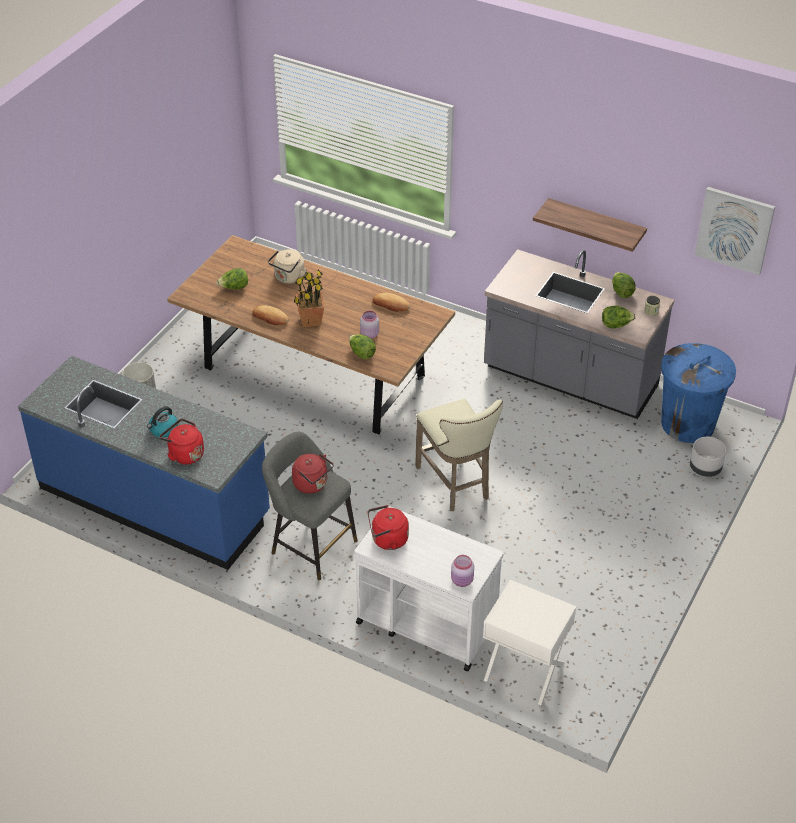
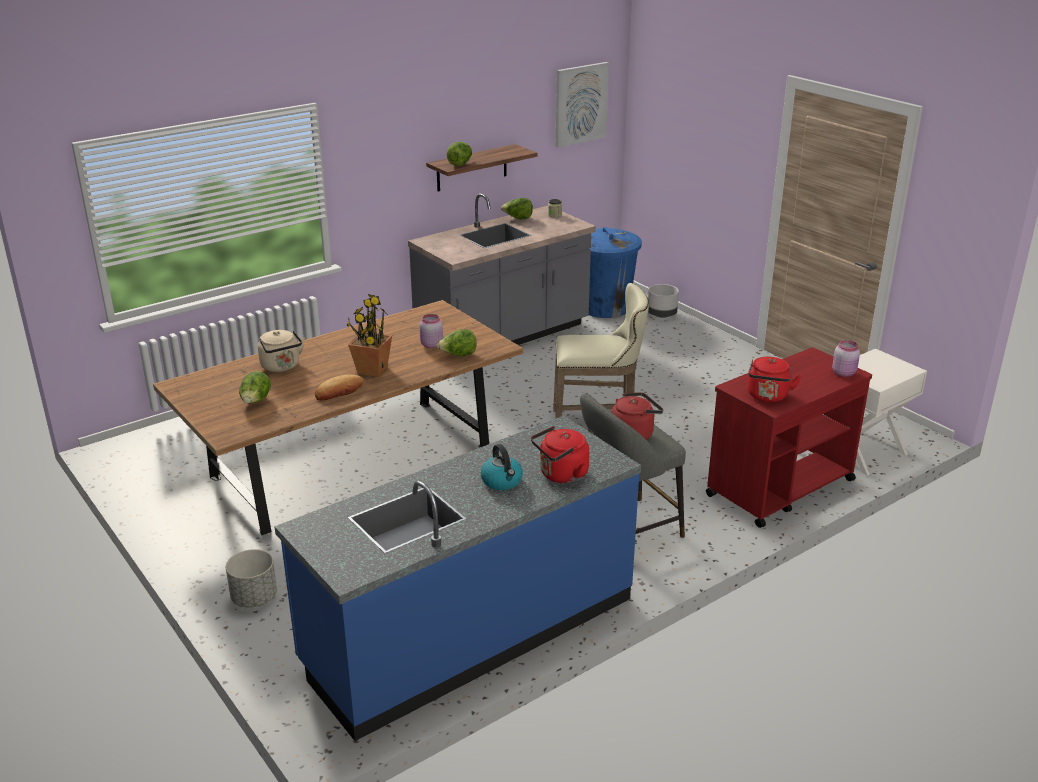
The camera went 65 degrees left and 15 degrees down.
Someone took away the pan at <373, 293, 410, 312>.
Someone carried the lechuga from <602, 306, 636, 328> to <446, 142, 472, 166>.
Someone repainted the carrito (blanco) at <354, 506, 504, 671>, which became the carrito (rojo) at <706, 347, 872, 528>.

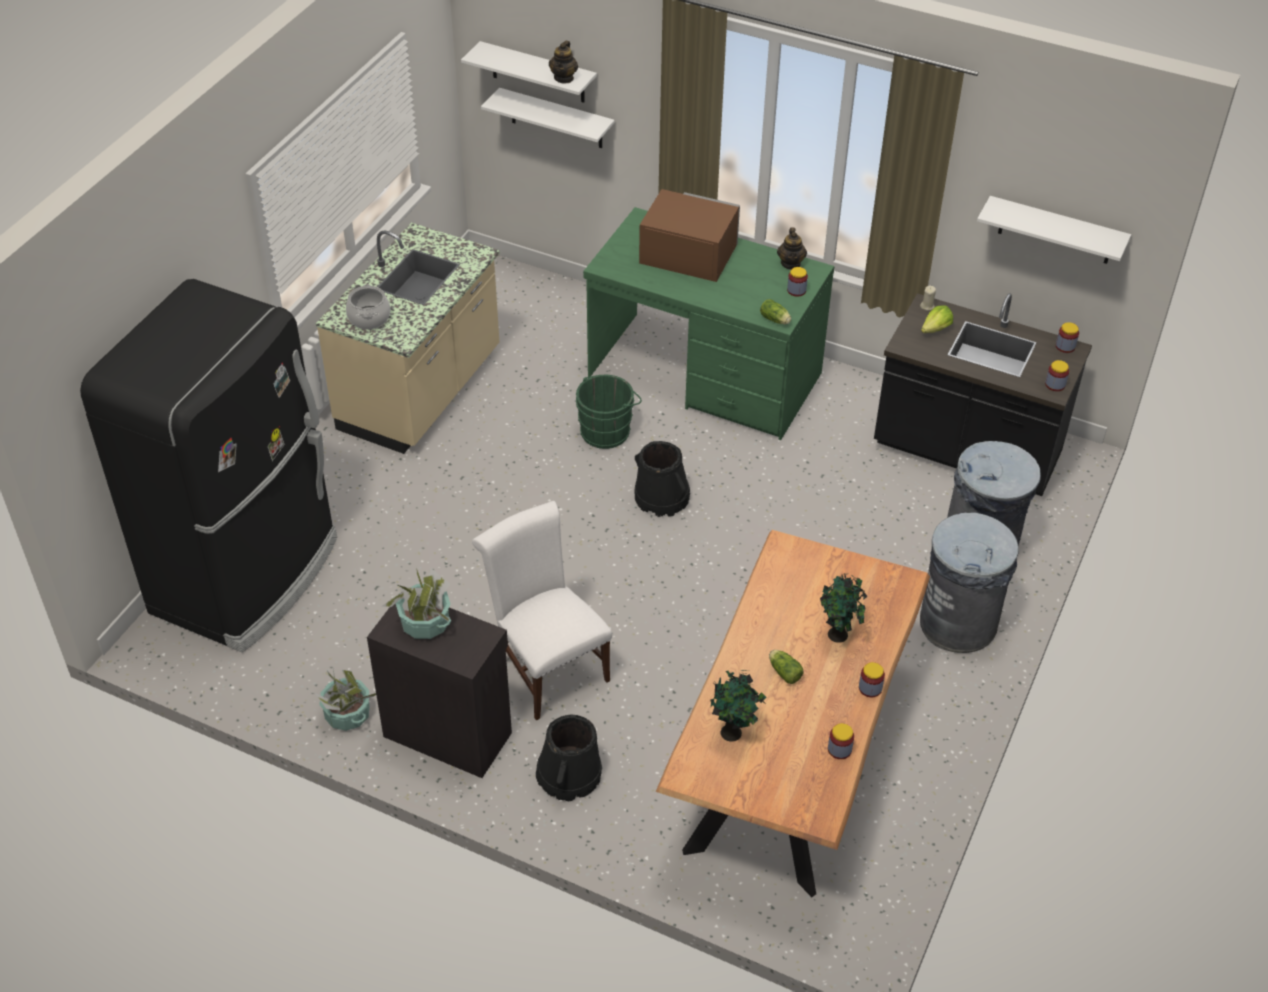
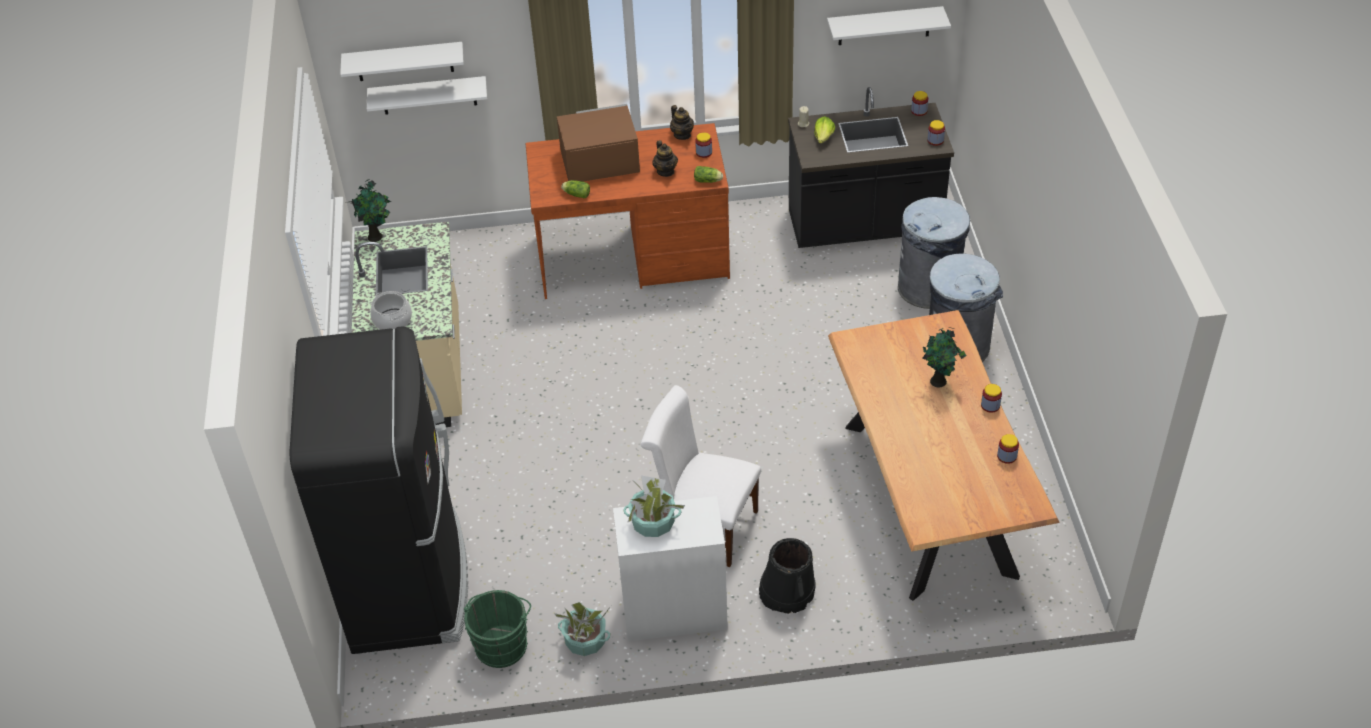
The camera went 30 degrees left and 0 degrees up.
Someone took away the cubo (negro) at <634, 441, 690, 517>.
Someone carried the tetera from <549, 41, 578, 84> to <652, 140, 678, 177>.
Someone carried the cubo (verde) from <576, 375, 642, 449> to <464, 590, 531, 668>.
Someone carried the planta en maceta from <710, 670, 767, 742> to <349, 179, 392, 242>.
Someone carried the lechuga from <769, 650, 804, 684> to <561, 180, 590, 198>.
Someone repainted the armario (negro) at <367, 603, 512, 778>, which became the armario (blanco) at <613, 496, 728, 641>.
Someone repainted the escritorio (verde) at <583, 207, 834, 440>, which became the escritorio (marrón) at <525, 123, 730, 299>.

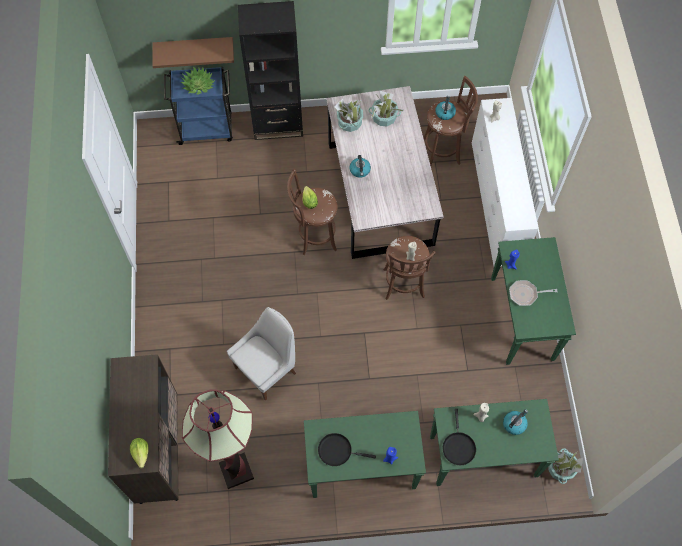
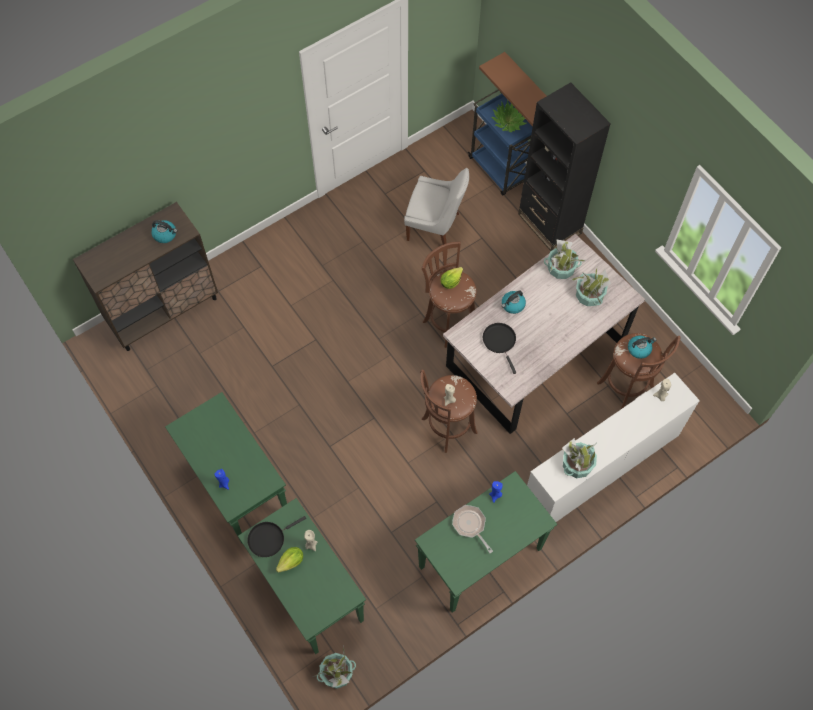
The camera went 60 degrees right and 0 degrees up.
Someone took away the lámpara de pie at <182, 389, 254, 489>.
Someone put down the planta en maceta at <562, 438, 598, 478>.
Someone carried the lechuga from <130, 438, 148, 468> to <276, 547, 303, 573>.
Someone carried the silla (blanco) from <227, 307, 296, 401> to <404, 168, 469, 245>.
Someone carried the sartén (negro) from <318, 433, 376, 466> to <483, 323, 516, 374>.
Someone carried the hervidor from <503, 409, 528, 435> to <151, 220, 177, 243>.

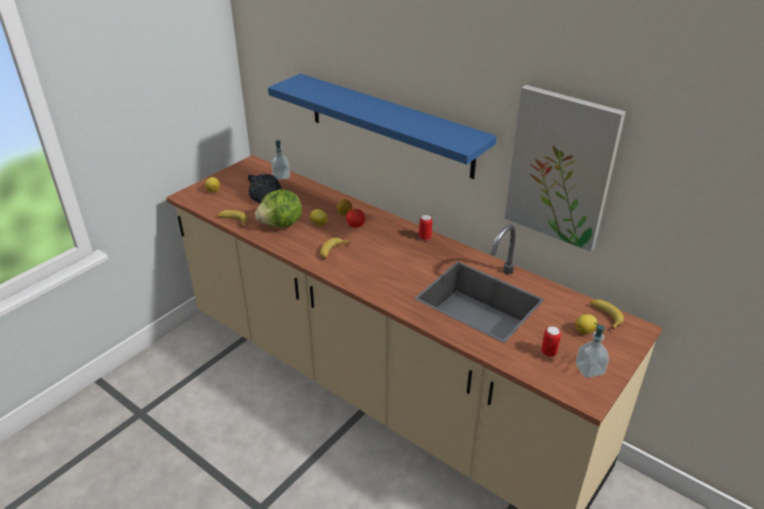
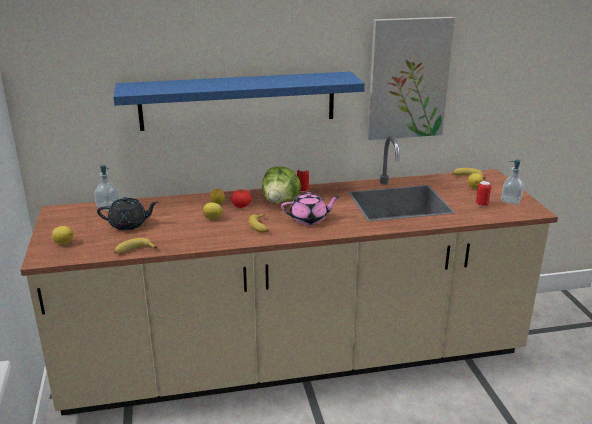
The camera went 50 degrees left and 10 degrees down.
Someone put down the tetera (rosa) at <281, 192, 340, 225>.
Someone carried the lechuga from <255, 189, 302, 228> to <262, 166, 301, 204>.

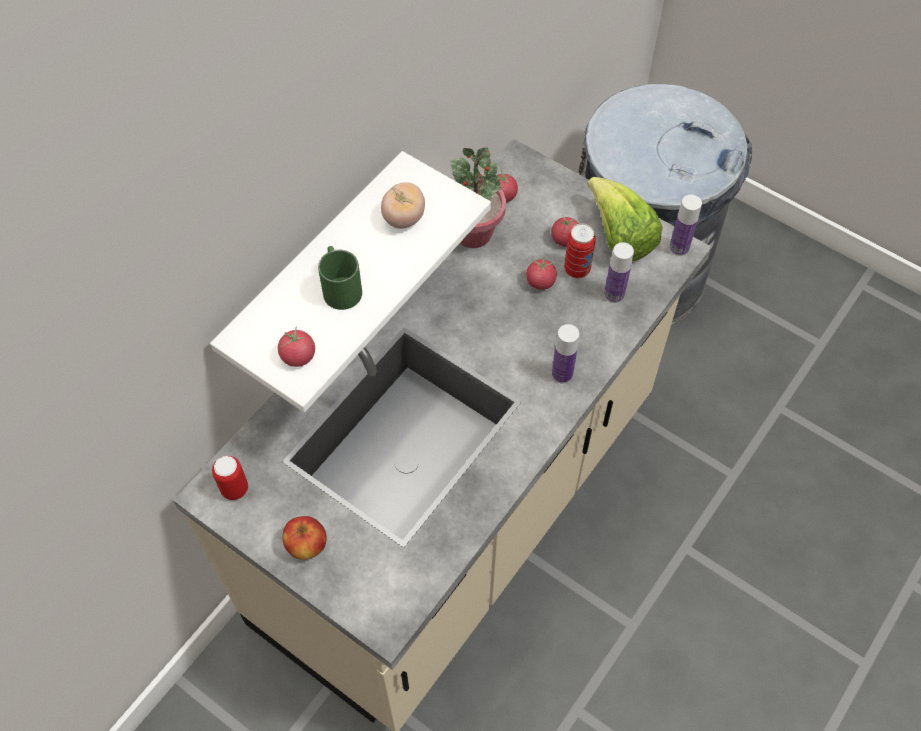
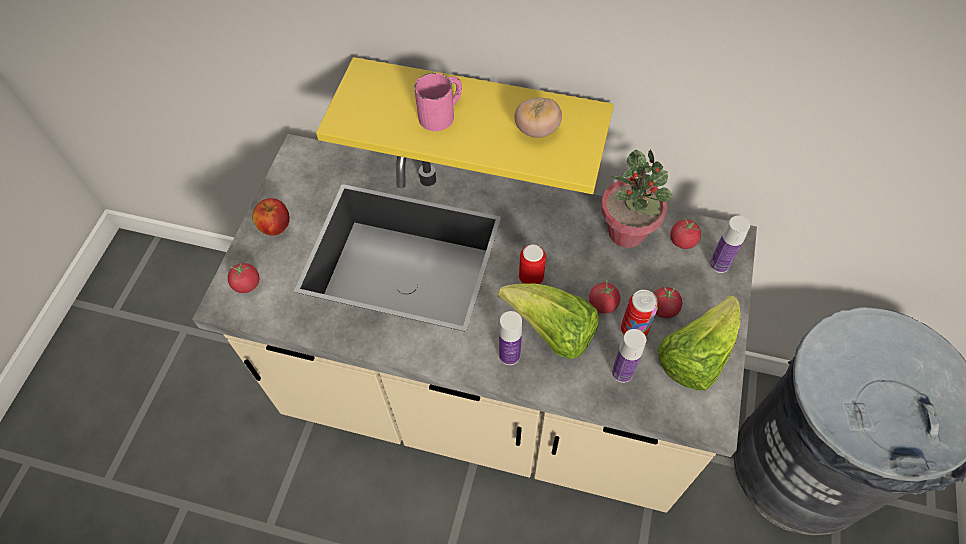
The camera went 70 degrees right and 0 degrees up.
Someone put down the lechuga at <498, 283, 599, 359>.
Someone carried the lata from <212, 456, 248, 500> to <519, 244, 546, 284>.
Someone carried the tomate from <278, 326, 315, 367> to <228, 261, 259, 293>.
Someone carried the botella from <669, 195, 702, 256> to <710, 216, 750, 273>.
Someone repainted the estante (blanco) at <210, 151, 491, 412>, which became the estante (amarillo) at <316, 57, 614, 194>.
Someone repainted the taza grande (verde) at <318, 246, 362, 310>, which became the taza grande (rosa) at <414, 73, 462, 131>.

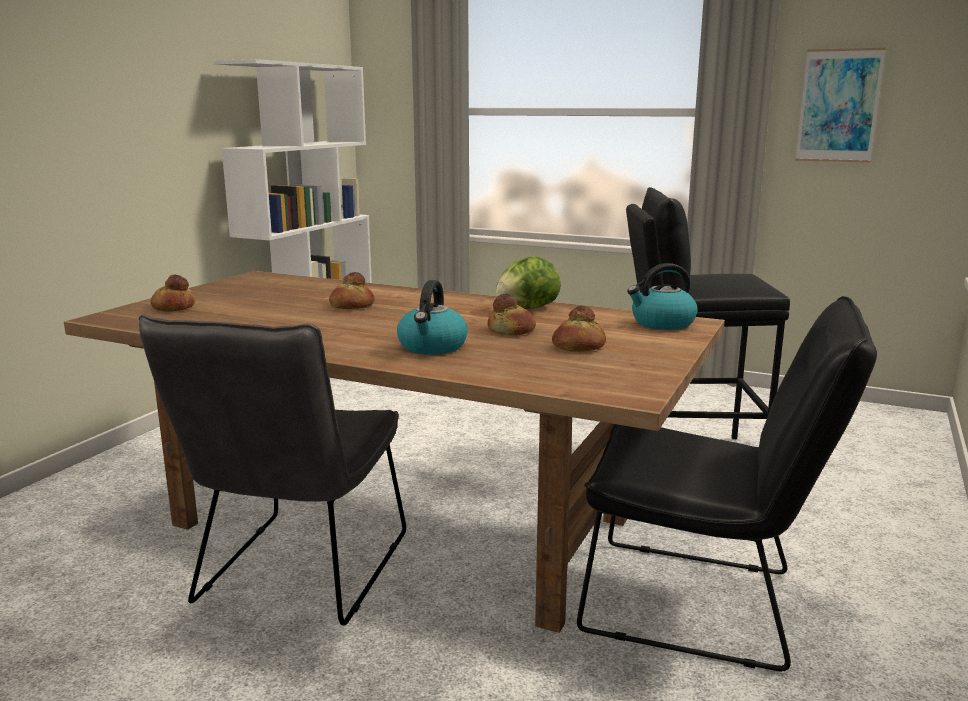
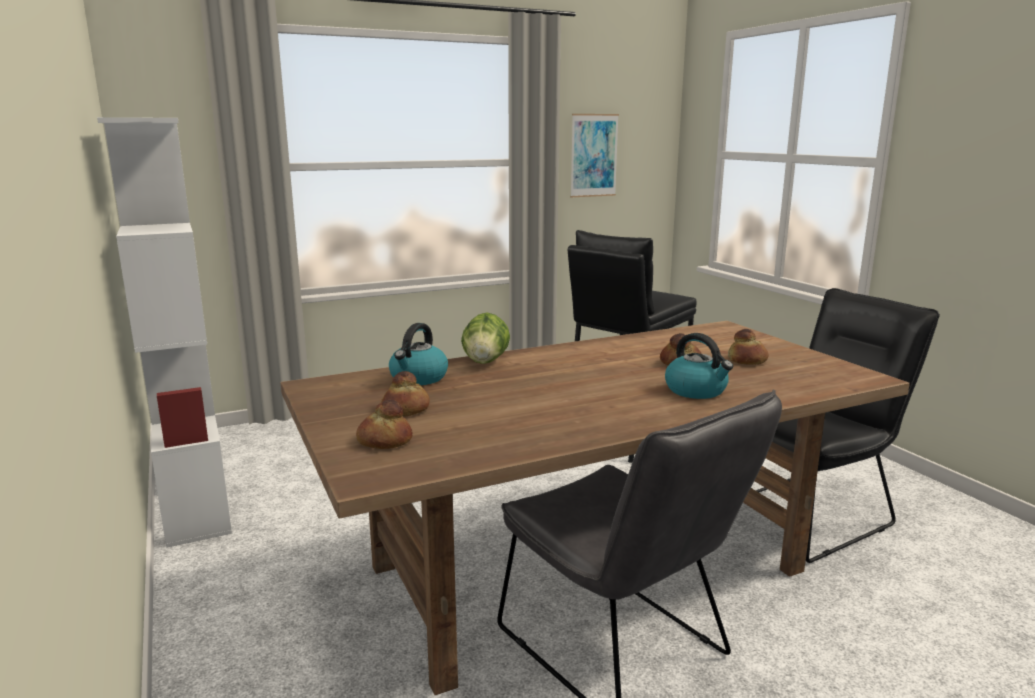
The camera went 50 degrees left and 0 degrees up.
Someone carried the pan from <329, 272, 375, 309> to <381, 371, 430, 416>.
Someone carried the lechuga from <496, 256, 561, 309> to <461, 313, 510, 364>.
Someone carried the hervidor from <627, 263, 698, 330> to <389, 323, 448, 385>.

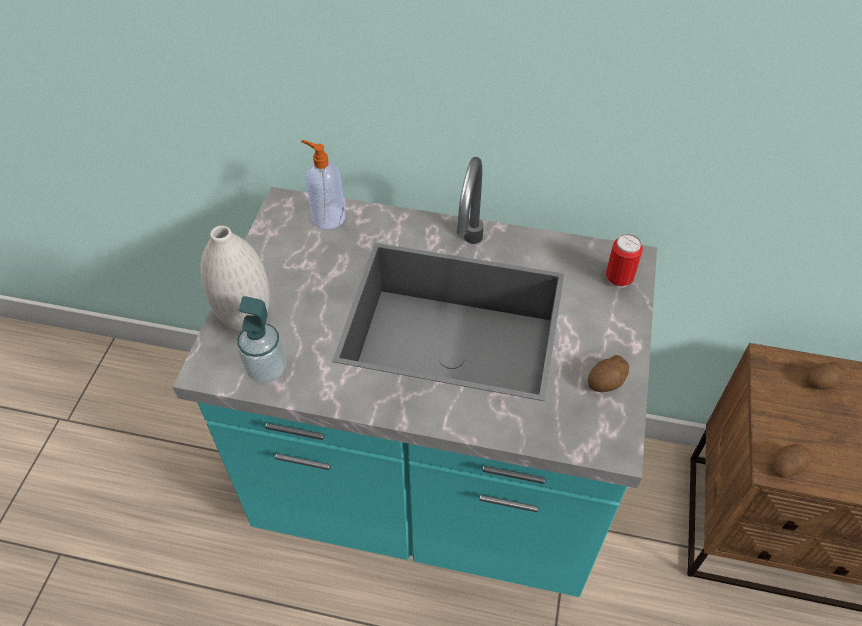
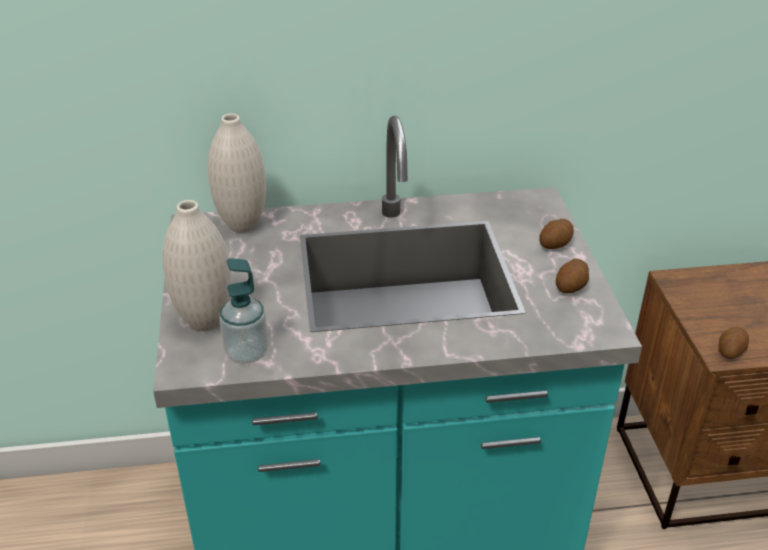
The camera went 20 degrees left and 15 degrees down.
Someone took away the lata at <606, 234, 643, 288>.
Someone carried the patata from <807, 362, 845, 390> to <539, 219, 574, 249>.
Someone swapped the dispensador de jabón at <301, 140, 345, 229> for the florero (blanco) at <208, 113, 266, 233>.

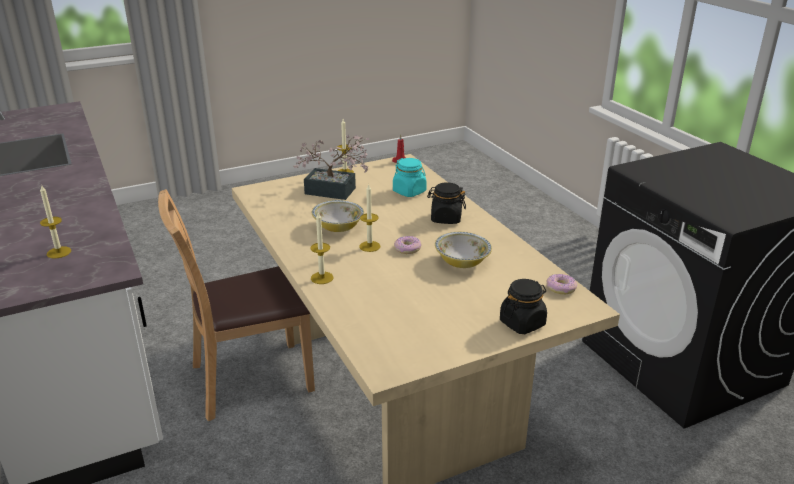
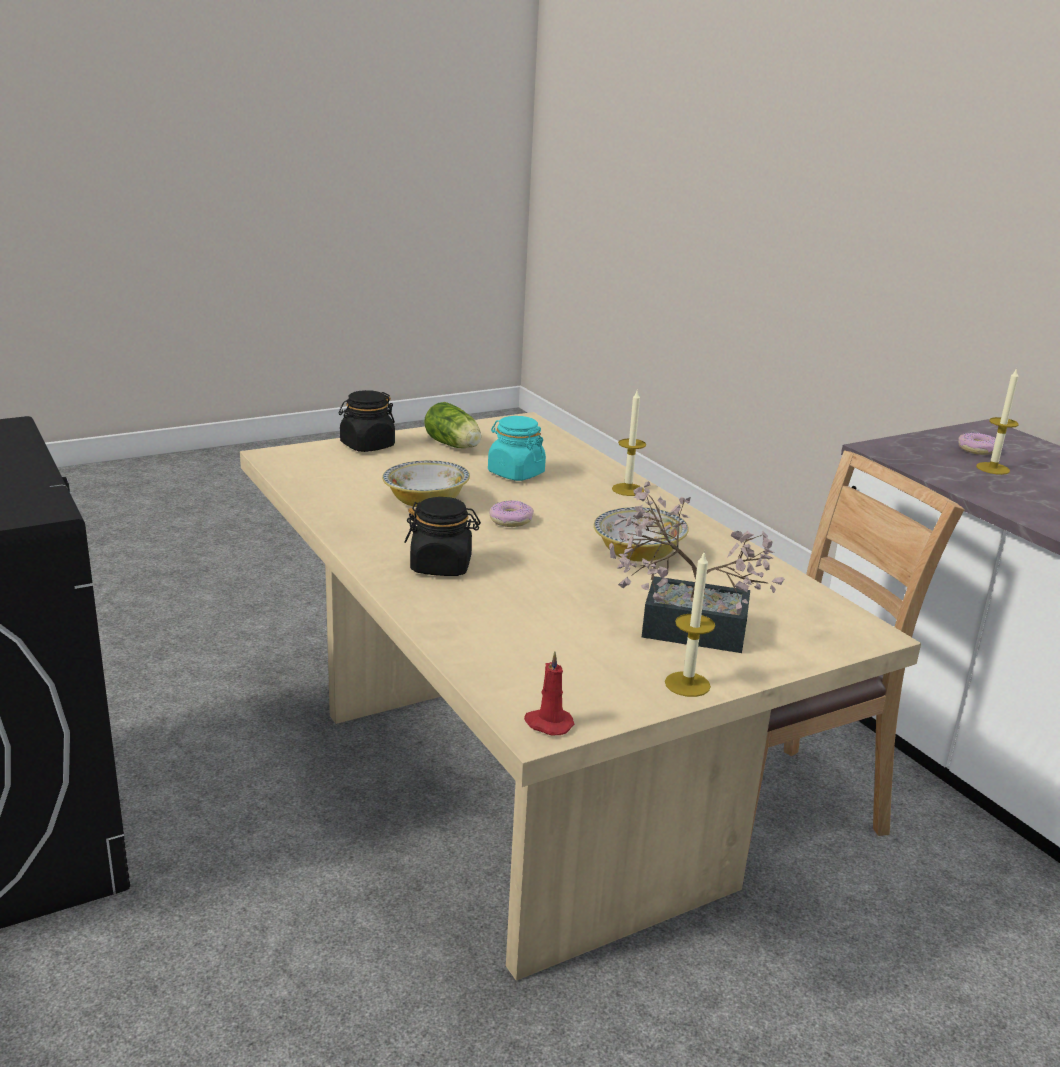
The camera went 175 degrees right and 5 degrees down.
Someone took away the vela at <359, 185, 381, 252>.
Someone put down the lechuga at <424, 402, 481, 448>.
Someone carried the tarro (turquesa) from <393, 158, 427, 197> to <488, 416, 546, 481>.
Someone carried the rosquilla from <547, 274, 577, 294> to <958, 433, 996, 455>.

